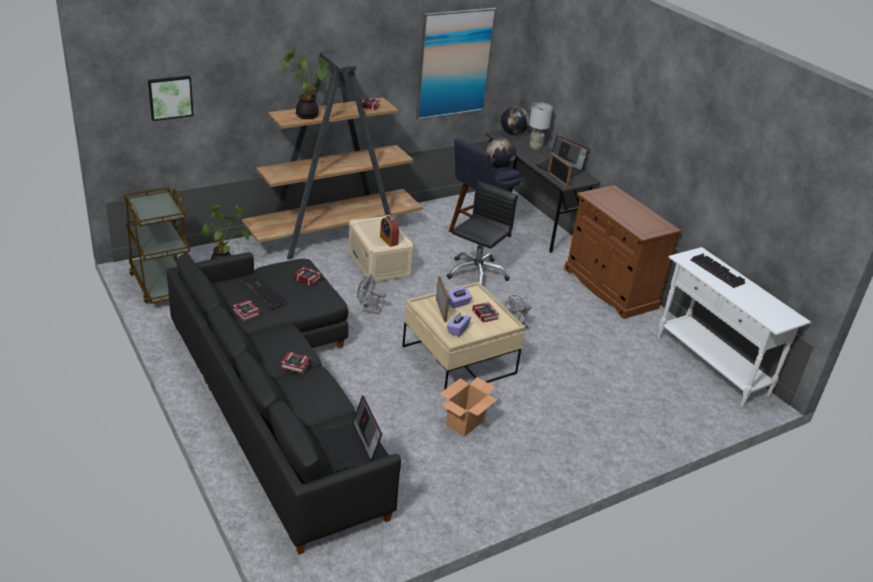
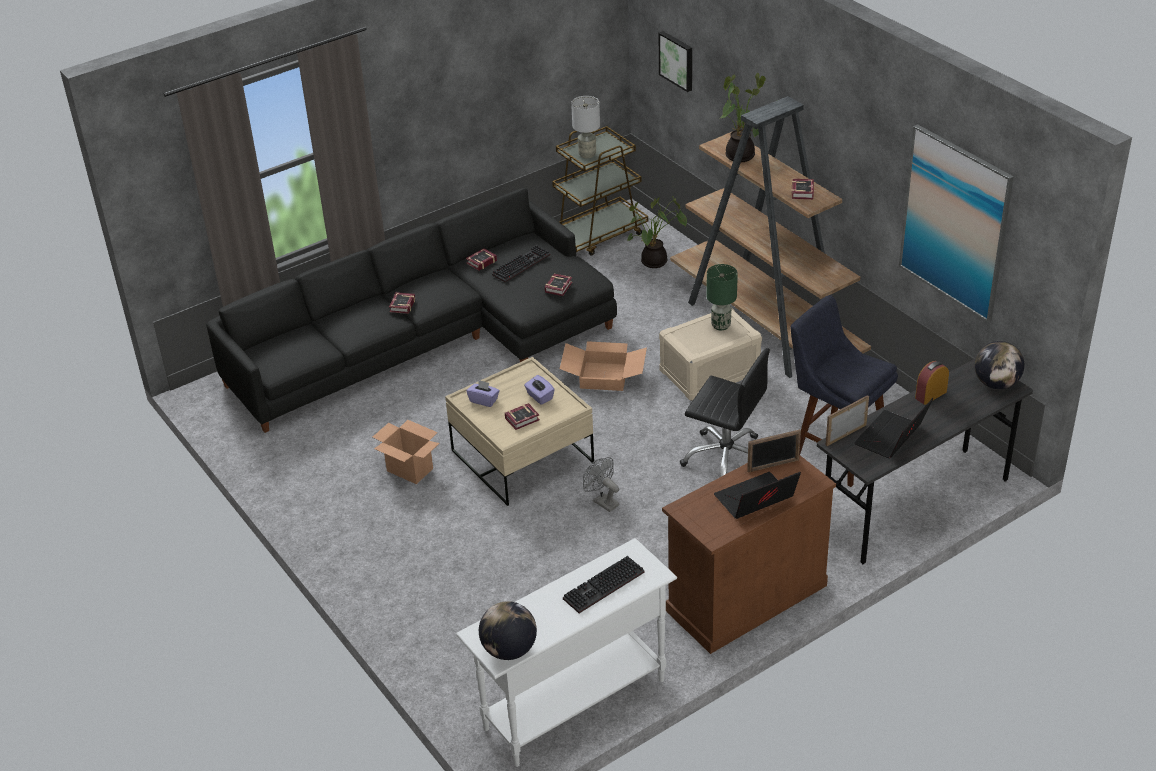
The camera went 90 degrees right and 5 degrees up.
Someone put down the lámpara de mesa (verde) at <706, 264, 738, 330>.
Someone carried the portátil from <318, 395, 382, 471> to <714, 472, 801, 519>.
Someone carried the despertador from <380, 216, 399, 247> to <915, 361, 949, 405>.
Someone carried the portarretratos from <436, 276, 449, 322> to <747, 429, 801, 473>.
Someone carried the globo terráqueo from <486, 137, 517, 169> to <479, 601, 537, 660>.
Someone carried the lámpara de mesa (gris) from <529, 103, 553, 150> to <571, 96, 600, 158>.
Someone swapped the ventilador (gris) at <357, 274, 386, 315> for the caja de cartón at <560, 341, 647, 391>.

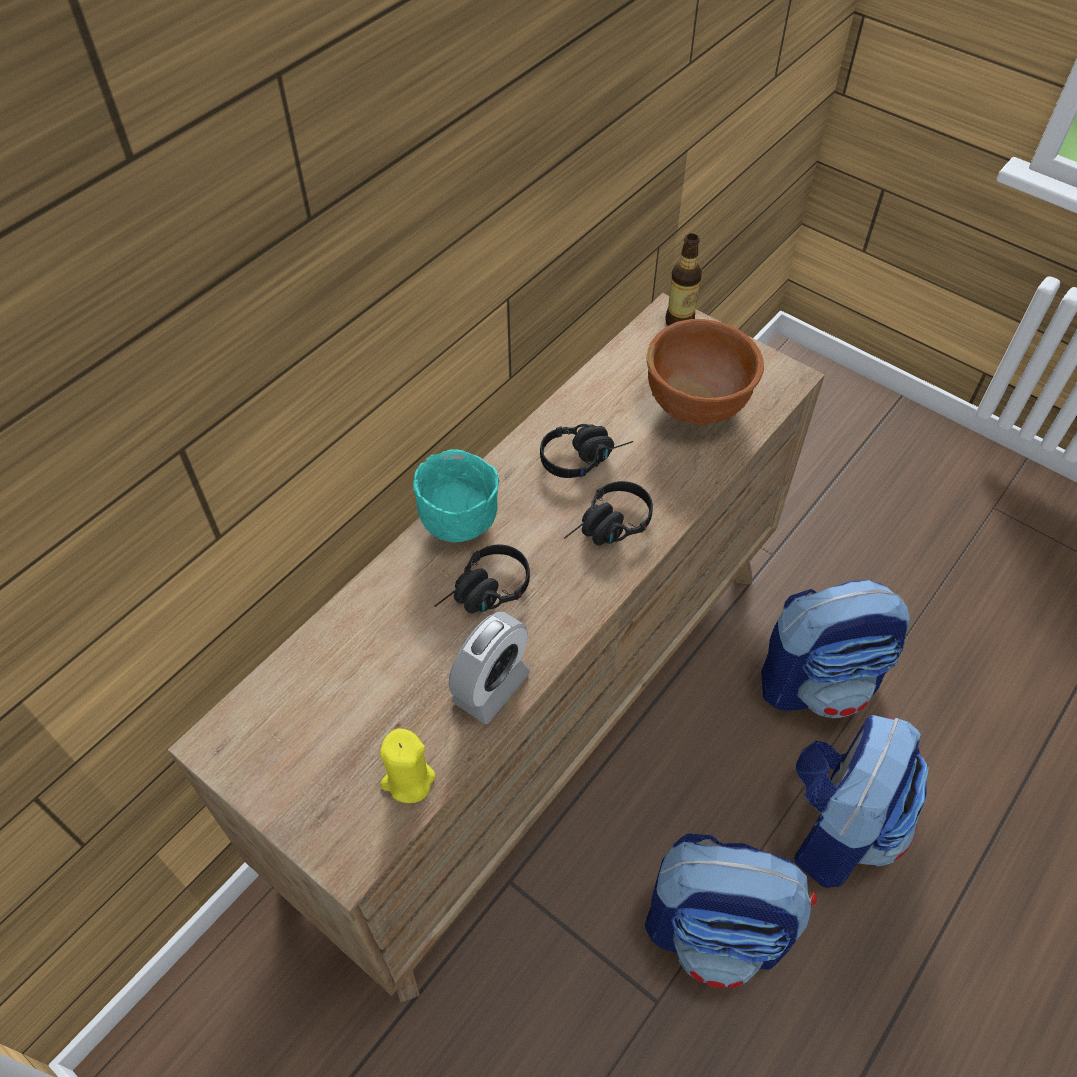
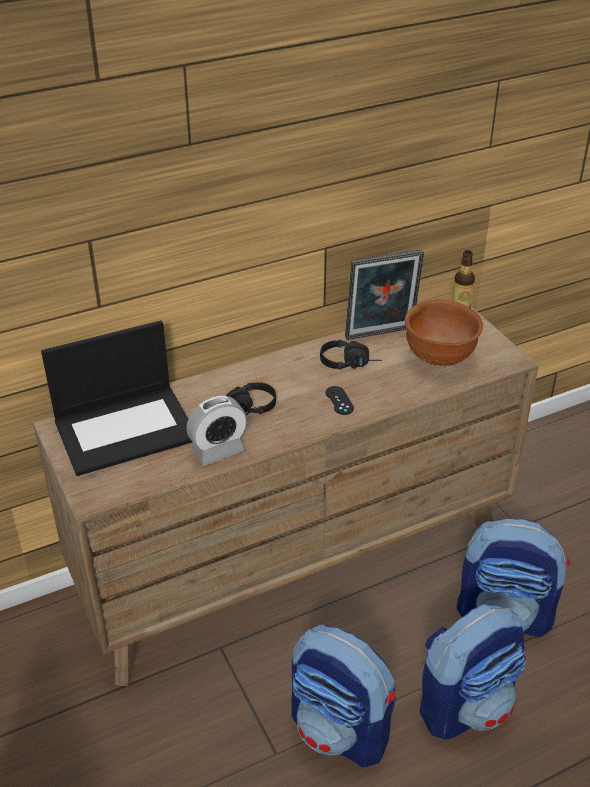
The camera went 25 degrees right and 15 degrees down.
Someone took away the vela (amarillo) at <380, 728, 435, 803>.
Someone took away the cuenco (turquesa) at <413, 449, 500, 543>.
Someone put down the portátil at <41, 321, 192, 476>.
Someone put down the portarretratos at <345, 249, 424, 340>.
Someone swapped the auriculares (negro) at <564, 481, 653, 546> for the mando de consola (negro) at <325, 386, 354, 415>.

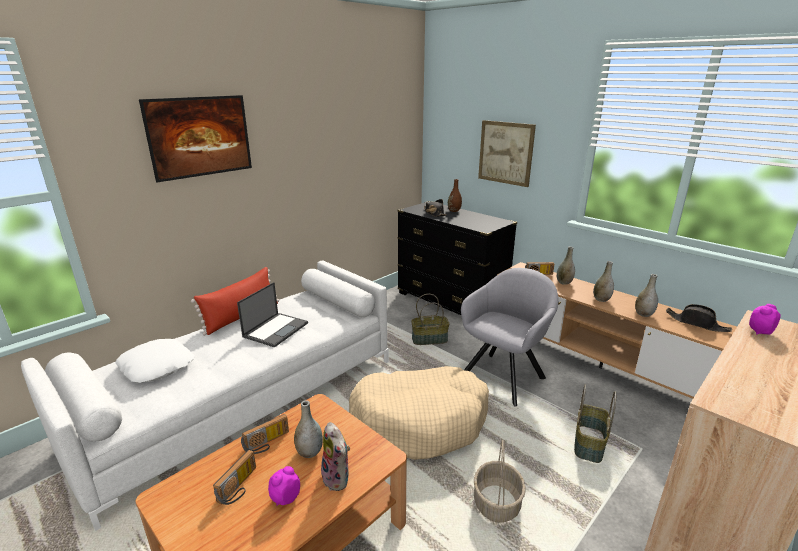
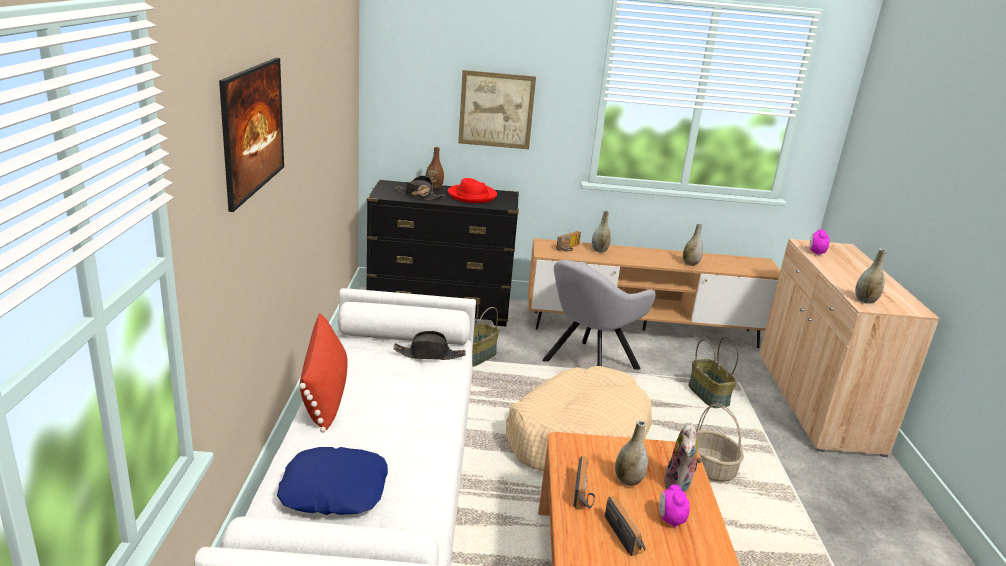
The camera went 45 degrees left and 0 degrees up.
Someone took away the portátil at <237, 282, 308, 348>.
Someone put down the sombrero (rojo) at <448, 178, 497, 203>.
Someone carried the florero (gris) from <593, 261, 614, 302> to <855, 249, 887, 304>.
Someone carried the sombrero (negro) from <666, 304, 732, 332> to <393, 331, 466, 360>.
Someone repainted the cojín (blanco) at <115, 339, 194, 383>, which became the cojín (azul) at <277, 447, 388, 515>.
Someone rotated the peluche at <319, 422, 350, 491> by 90 degrees clockwise.
Someone rotated the sillón (gris) at <461, 268, 558, 407> by 135 degrees counterclockwise.

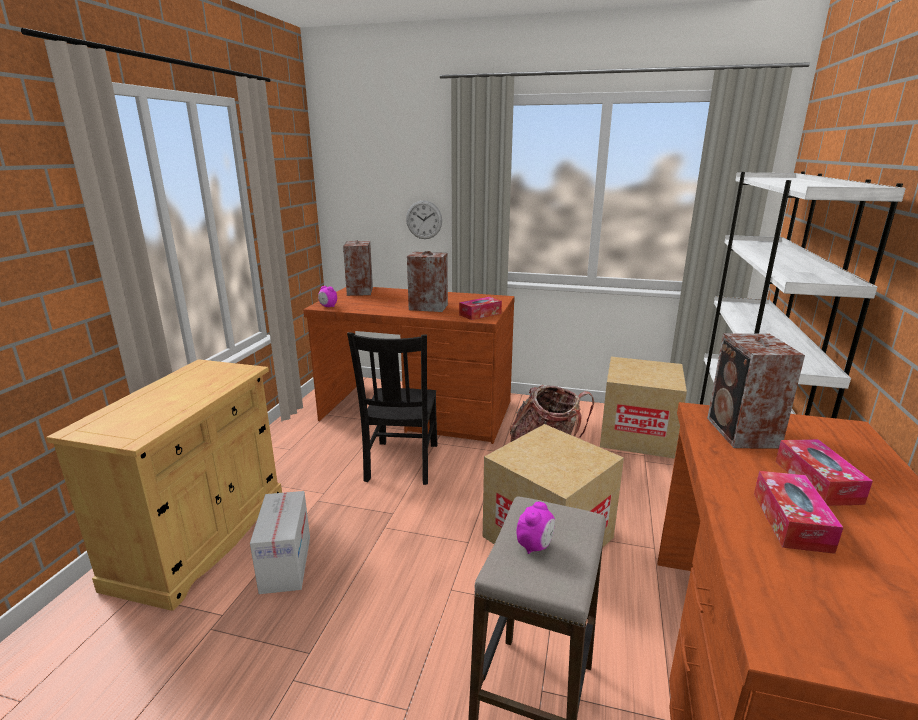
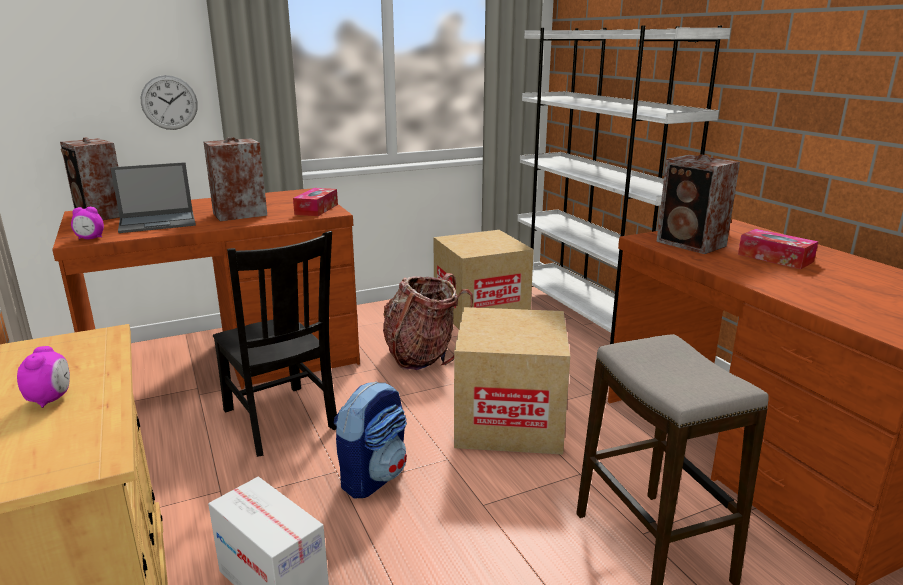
The camera went 40 degrees left and 0 degrees up.
Someone took away the caja de pañuelos at <754, 471, 844, 554>.
Someone put down the portátil at <110, 162, 196, 233>.
Someone put down the mochila at <333, 381, 407, 498>.
Someone carried the despertador from <516, 502, 555, 554> to <17, 346, 70, 408>.

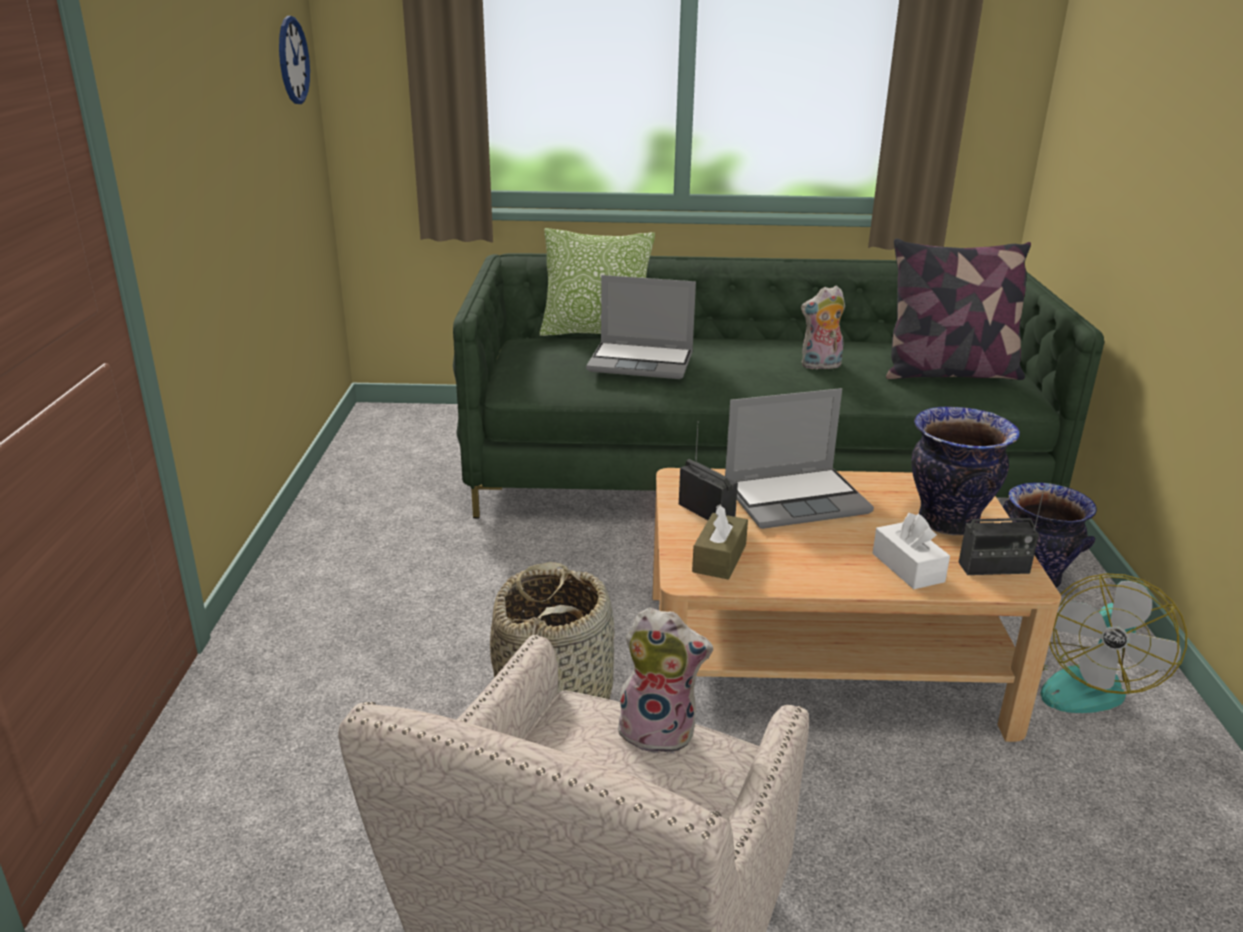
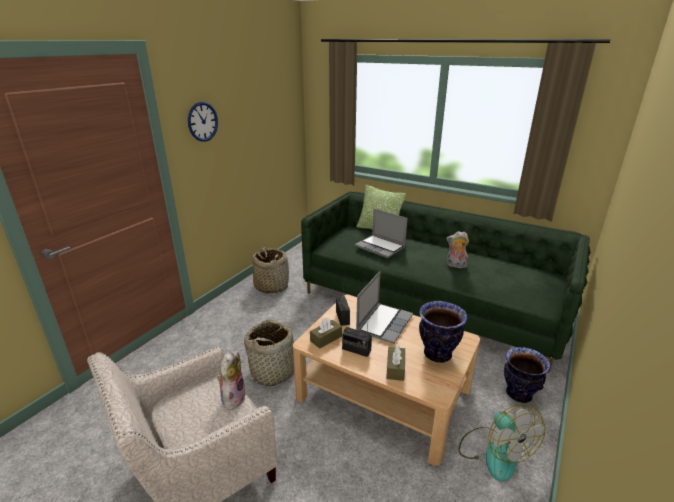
The camera went 30 degrees right and 0 degrees up.
Someone took away the cojín at <886, 238, 1031, 380>.
Someone put down the cesta at <252, 247, 289, 293>.
Someone carried the reloj de pared from <279, 16, 310, 104> to <188, 102, 218, 142>.
Someone carried the radio from <959, 486, 1045, 575> to <342, 326, 372, 357>.
Someone repainted the caja de pañuelos (blanco) at <872, 513, 950, 589>, which became the caja de pañuelos (marrón) at <386, 345, 405, 381>.
Someone rotated the peluche at <615, 607, 713, 754> by 120 degrees counterclockwise.
Someone rotated the portátil at <725, 388, 874, 529> by 75 degrees counterclockwise.
Someone rotated the ventilador at <1040, 574, 1187, 713> by 75 degrees counterclockwise.

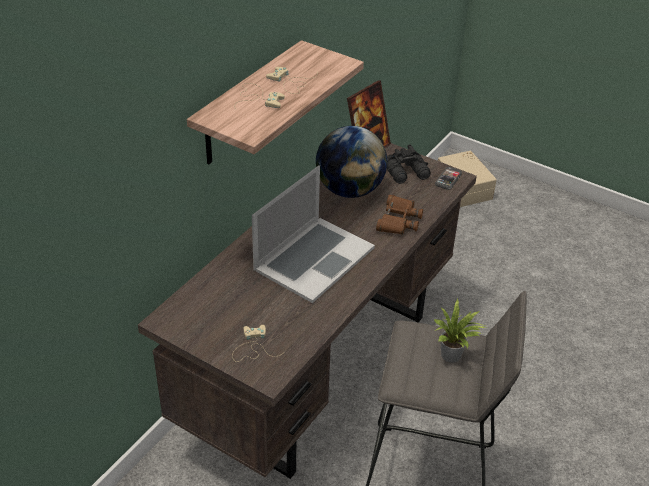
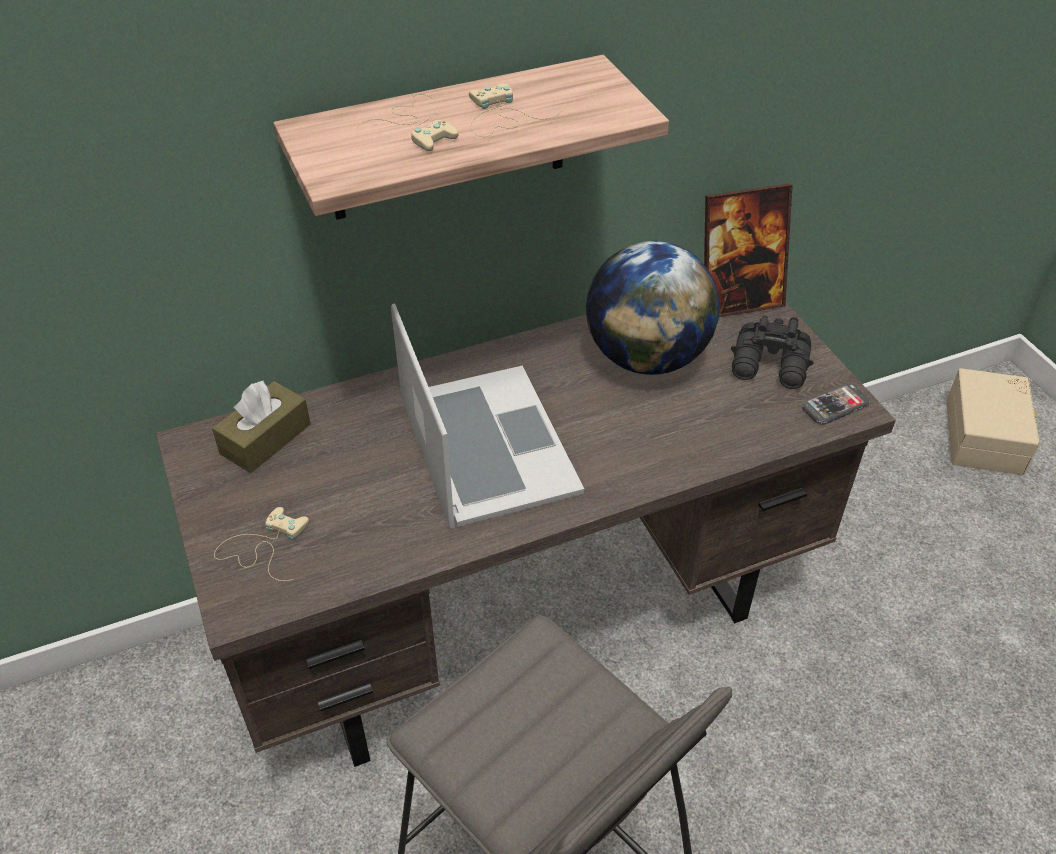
The camera went 35 degrees right and 5 degrees up.
Someone took away the prismáticos (marrón) at <376, 195, 423, 235>.
Someone took away the planta en maceta at <434, 299, 486, 363>.
Someone put down the caja de pañuelos (marrón) at <212, 381, 311, 473>.
Someone rotated the portátil at <252, 165, 375, 303> by 90 degrees counterclockwise.

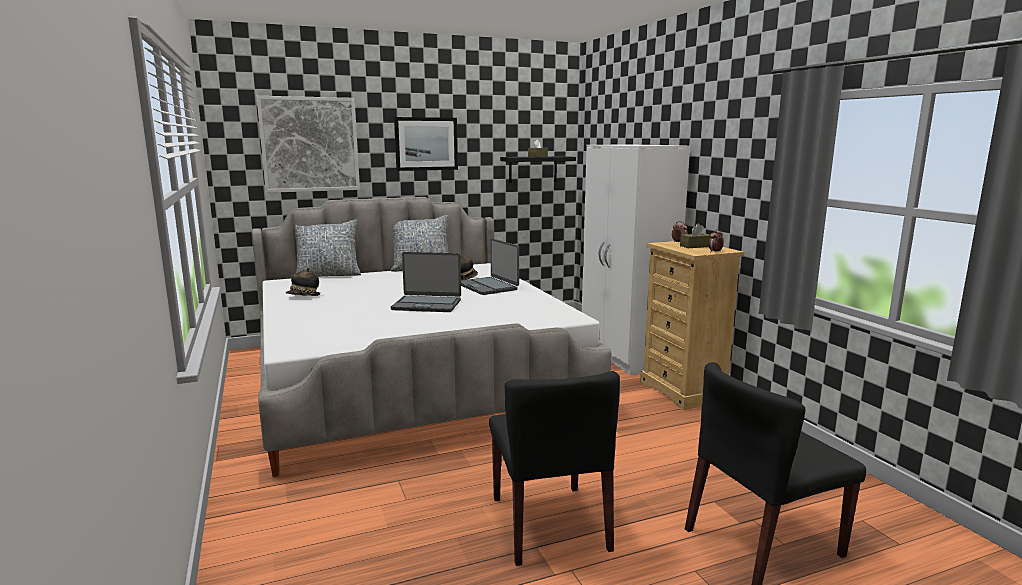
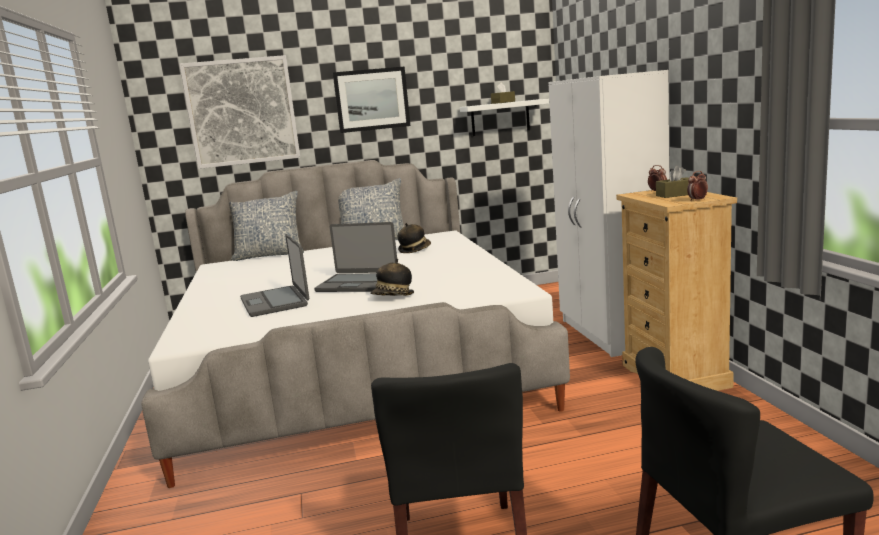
The camera went 10 degrees right and 0 degrees up.
Someone carried the sombrero from <286, 268, 320, 296> to <370, 258, 414, 296>.
Someone carried the portátil from <461, 238, 519, 295> to <240, 234, 309, 317>.
Someone repainted the estante (negro) at <500, 156, 576, 183>, which became the estante (blanco) at <460, 99, 549, 136>.

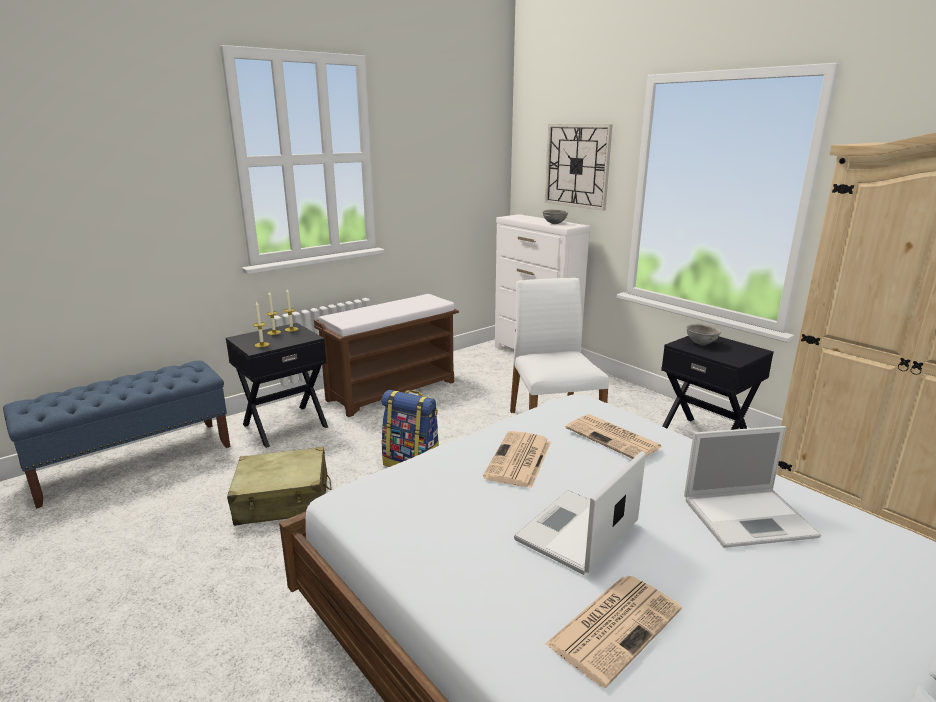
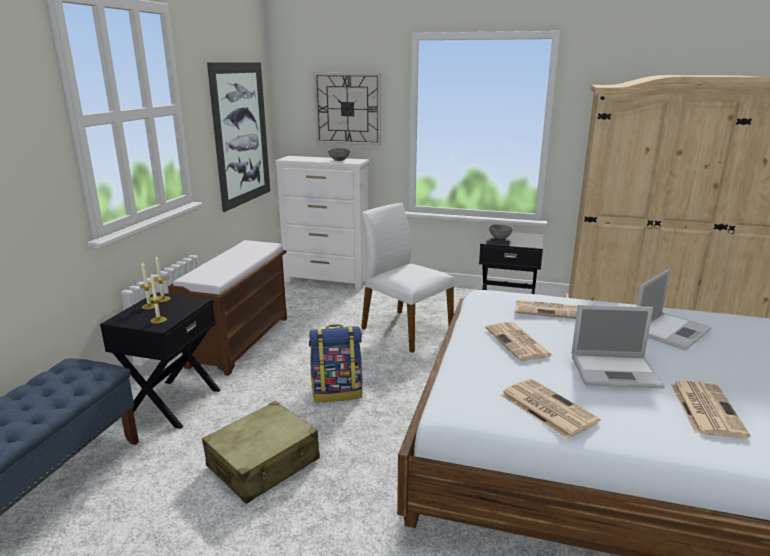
The camera went 35 degrees left and 0 degrees up.
Someone put up the cuadro at <207, 63, 270, 212>.
Someone put down the periódico at <501, 379, 600, 439>.
Someone rotated the portátil at <514, 451, 646, 575> by 90 degrees counterclockwise.

